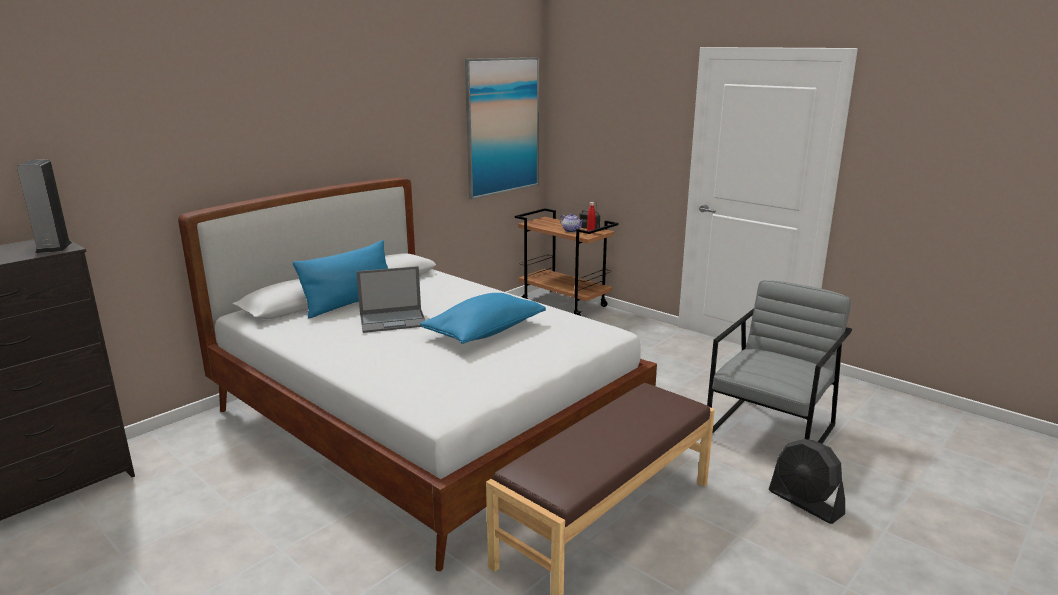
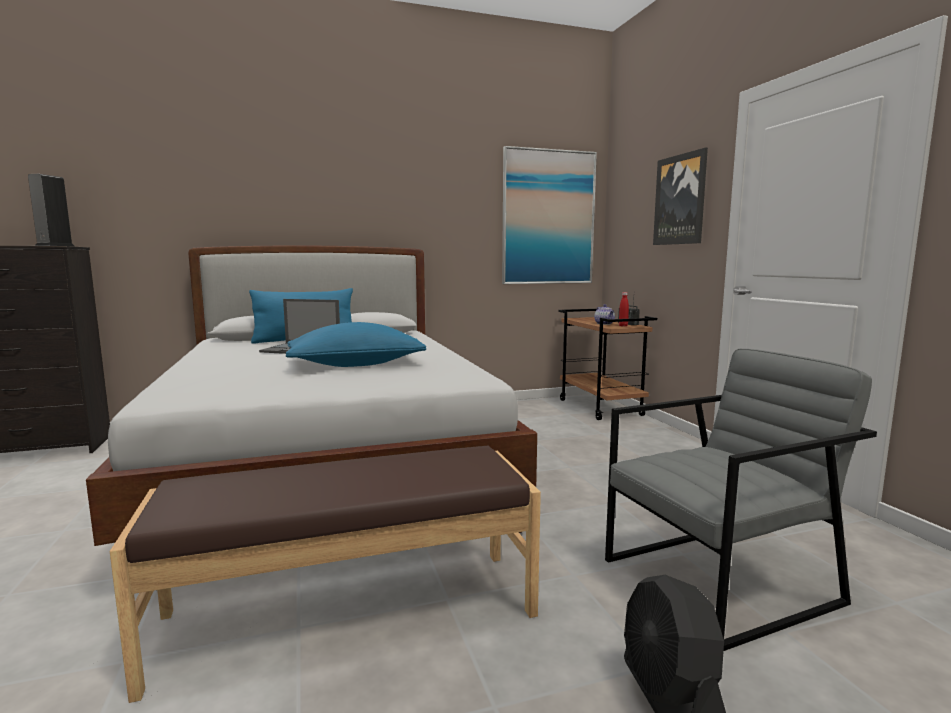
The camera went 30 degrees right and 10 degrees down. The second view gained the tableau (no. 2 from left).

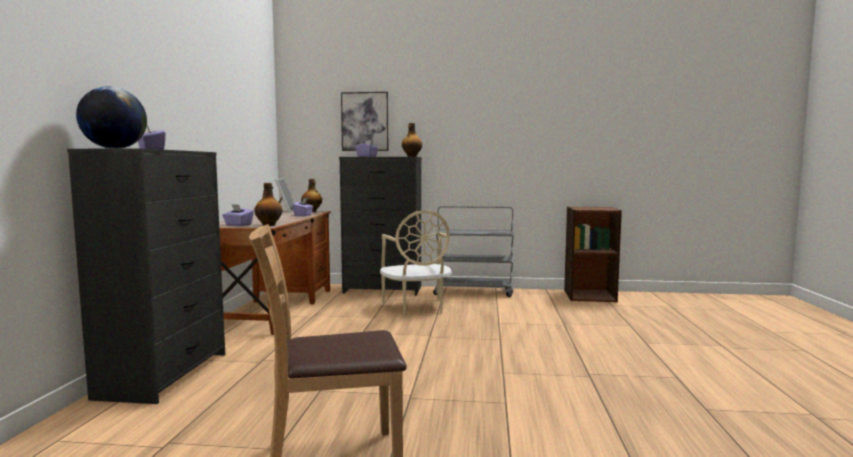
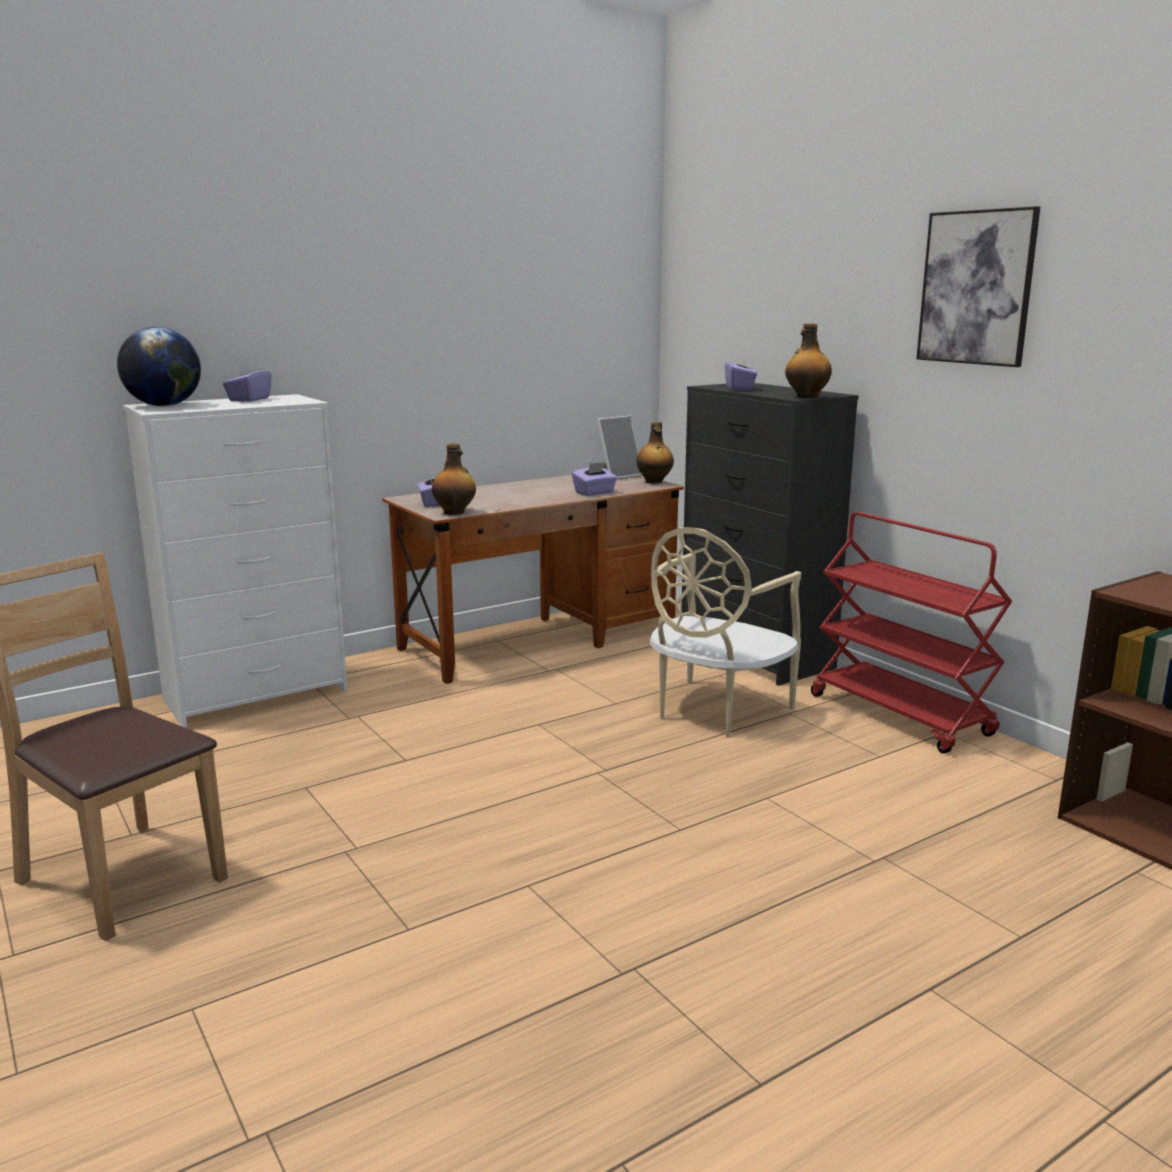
The camera went 50 degrees right and 10 degrees up. What was the commode [noir] (no. 1 from left) turned into the commode [blanc]. The tableau ended up elsewhere. What was the chariot [gris] turned into the chariot [rouge].

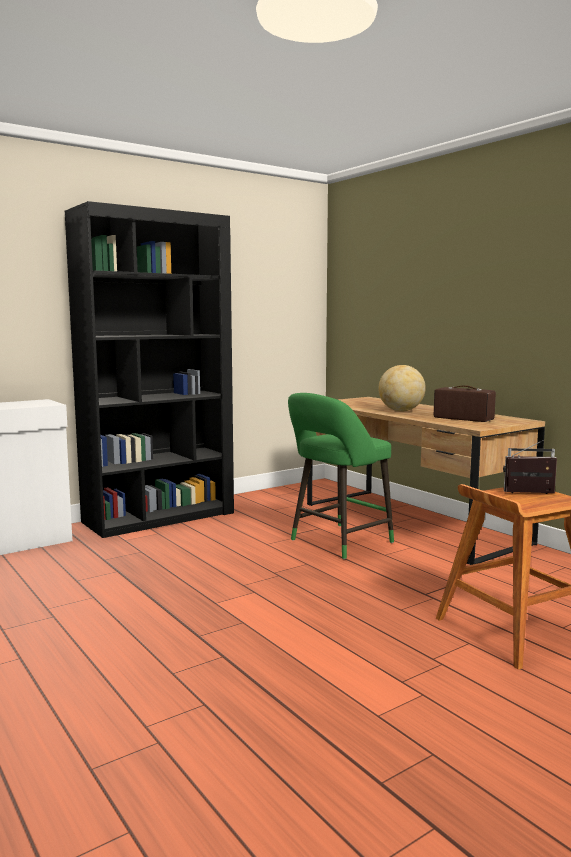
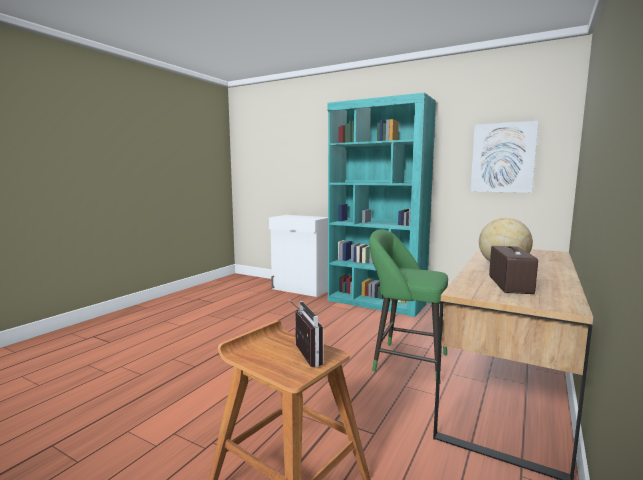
The camera went 65 degrees right and 0 degrees up. What was the bibliothèque [noir] turned into the bibliothèque [turquoise]. The second view gained the tableau.

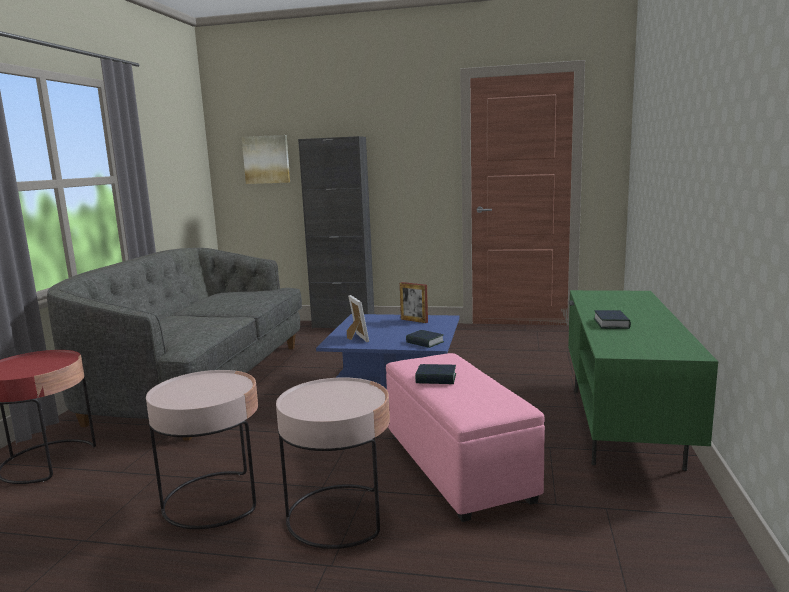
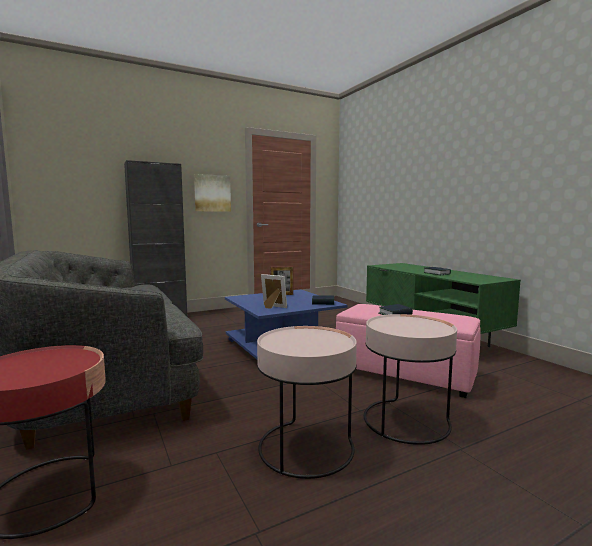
The camera went 40 degrees left and 5 degrees down. The tableau ended up elsewhere.

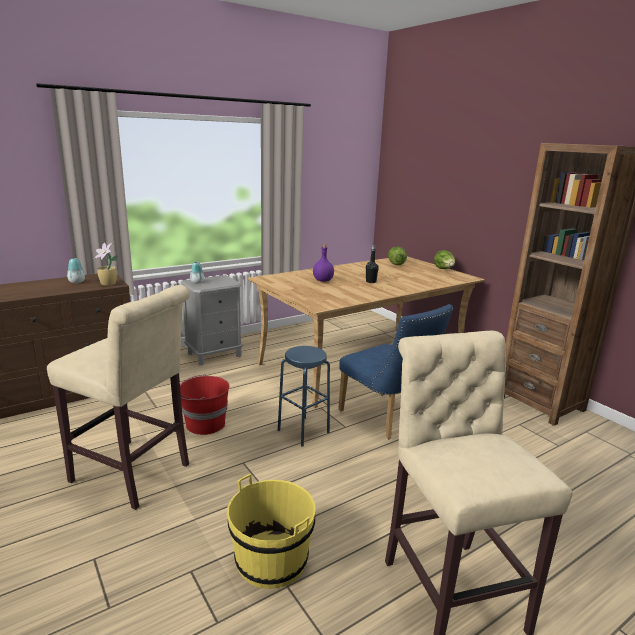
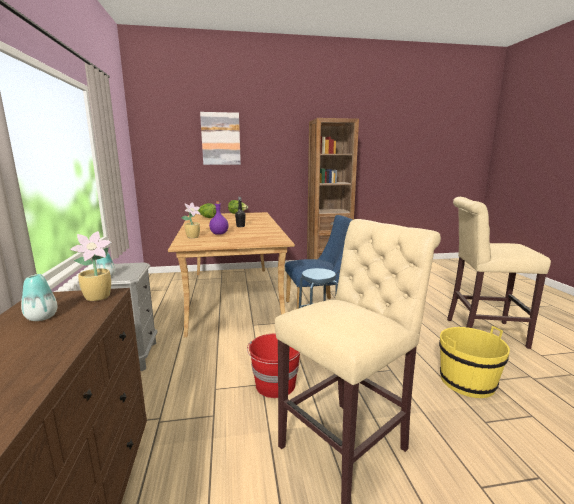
The camera went 65 degrees left and 5 degrees down. The second view gained the plante en pot (no. 2 from left). The second view gained the tableau.

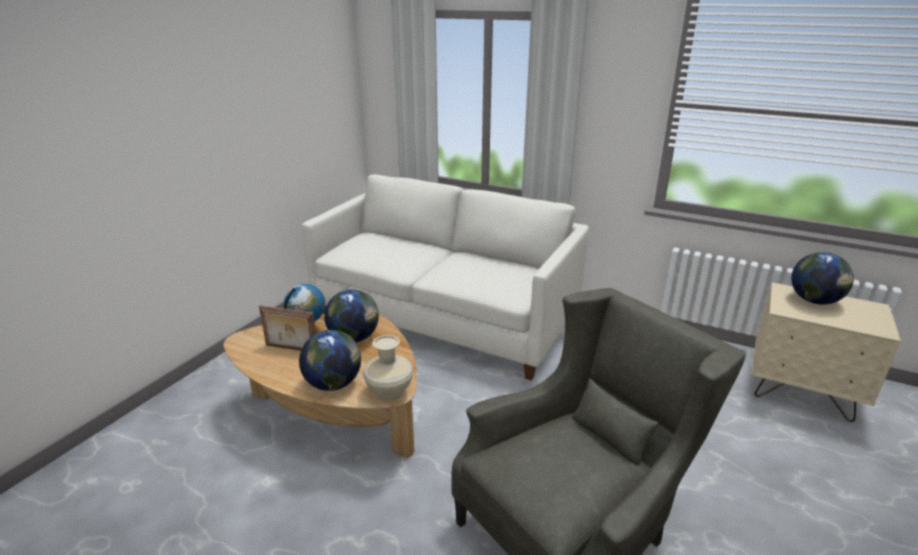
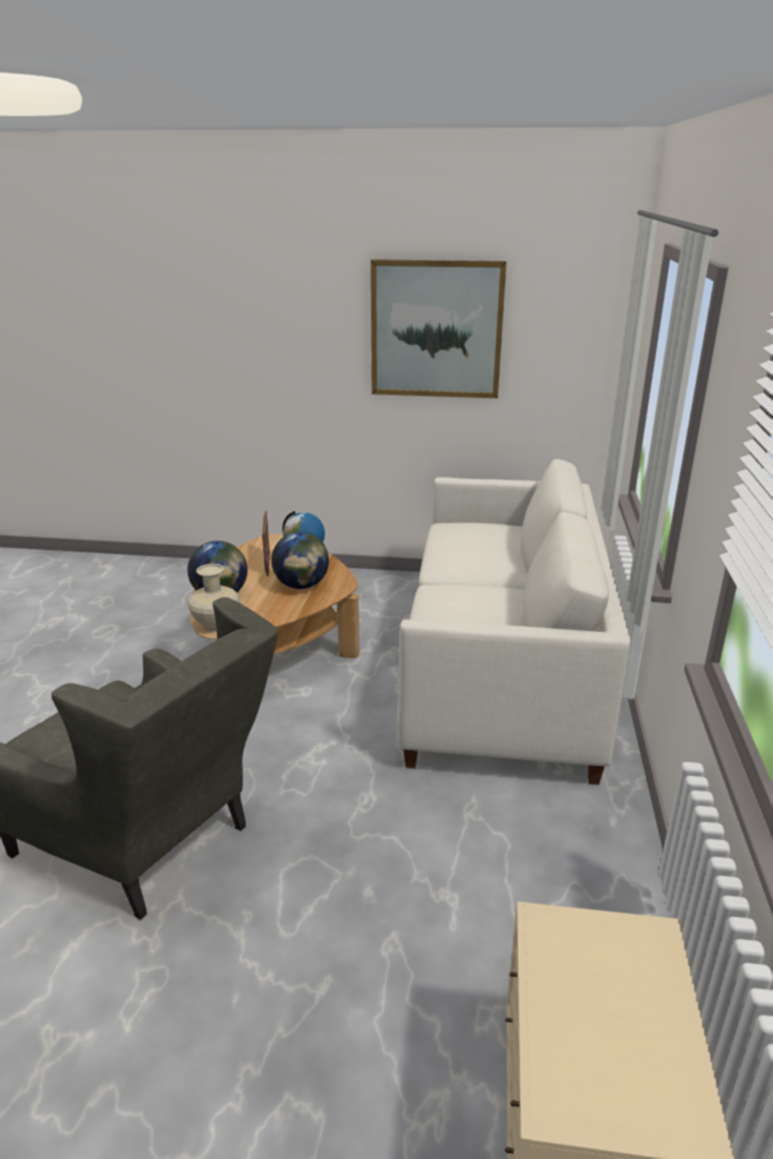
The camera went 70 degrees right and 0 degrees up. The second view lost the globe (no. 4 from left). The second view gained the tableau.

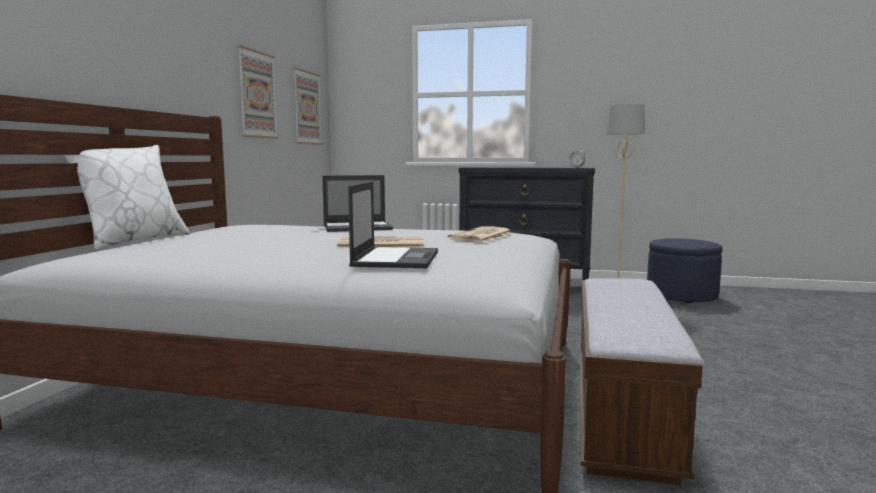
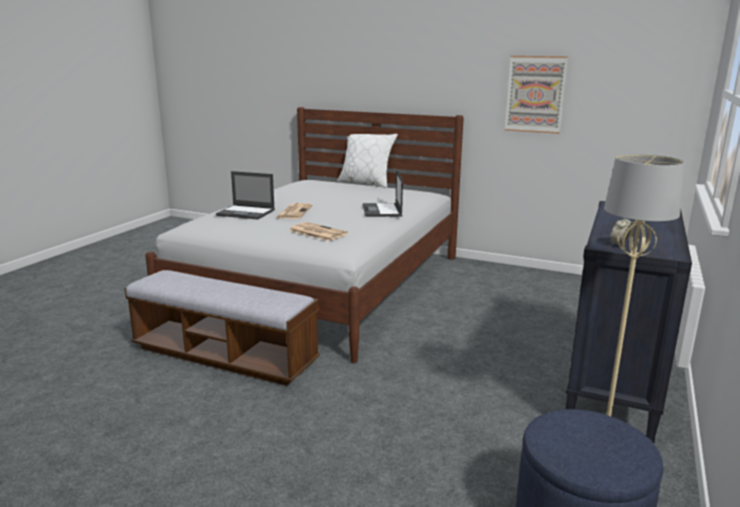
The camera went 100 degrees right and 10 degrees up. The second view lost the tableau (no. 2 from left).

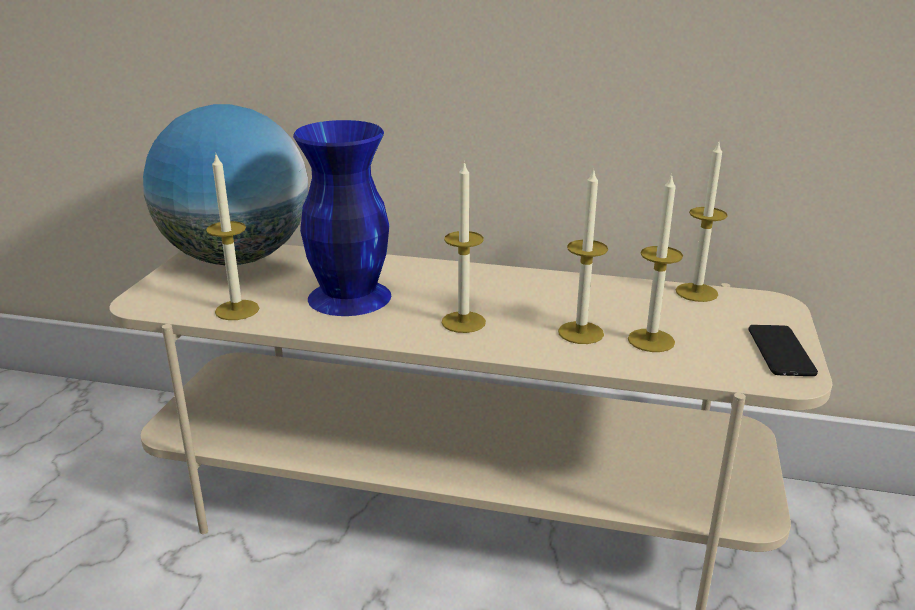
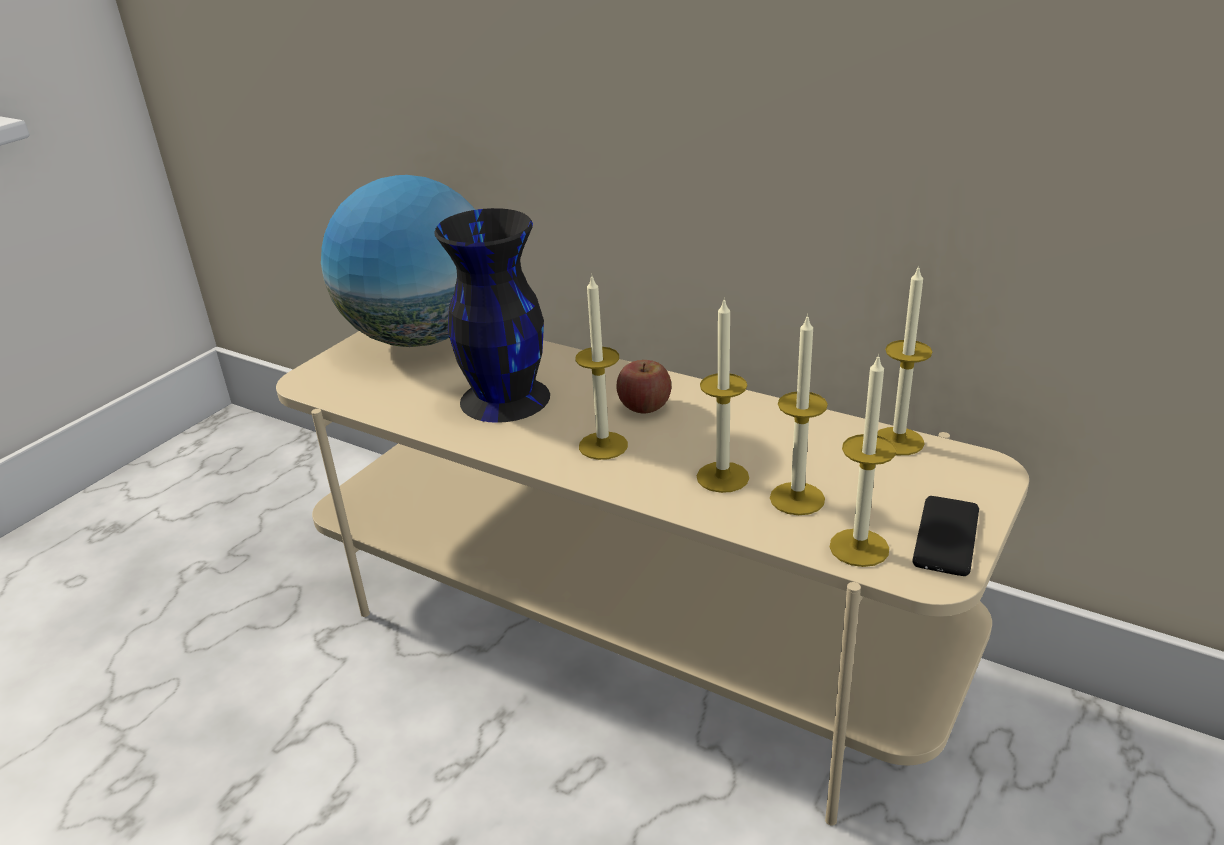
The camera went 20 degrees right and 5 degrees up. The bougie (no. 1 from left in the first image) ended up elsewhere. What was the vase [bleu] turned into the vase [noir]. The second view gained the pomme.

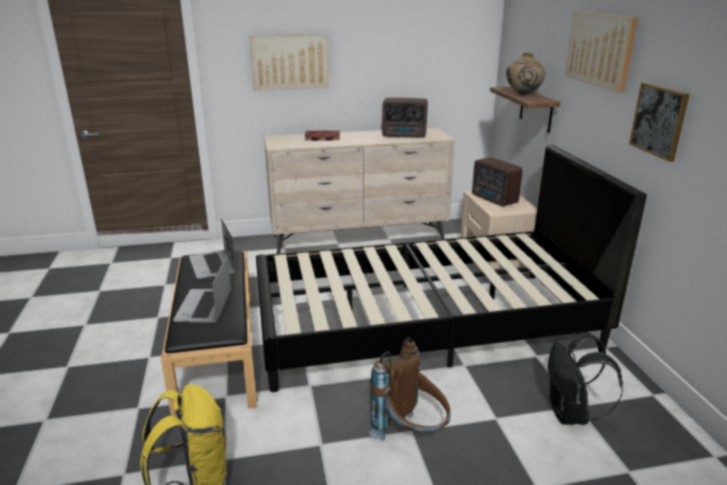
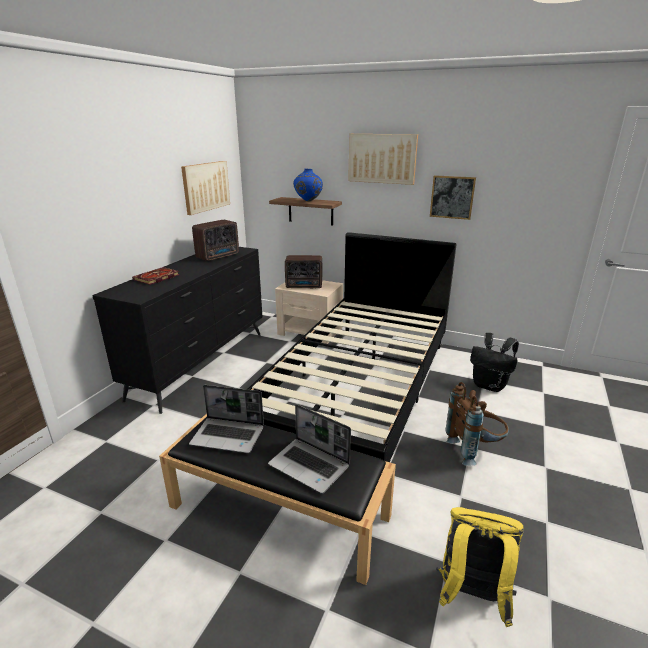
The camera went 55 degrees left and 0 degrees up. The tableau (no. 1 from left) ended up elsewhere. What was the commode [beige] turned into the commode [noir]. What was the vase [beige] turned into the vase [bleu].

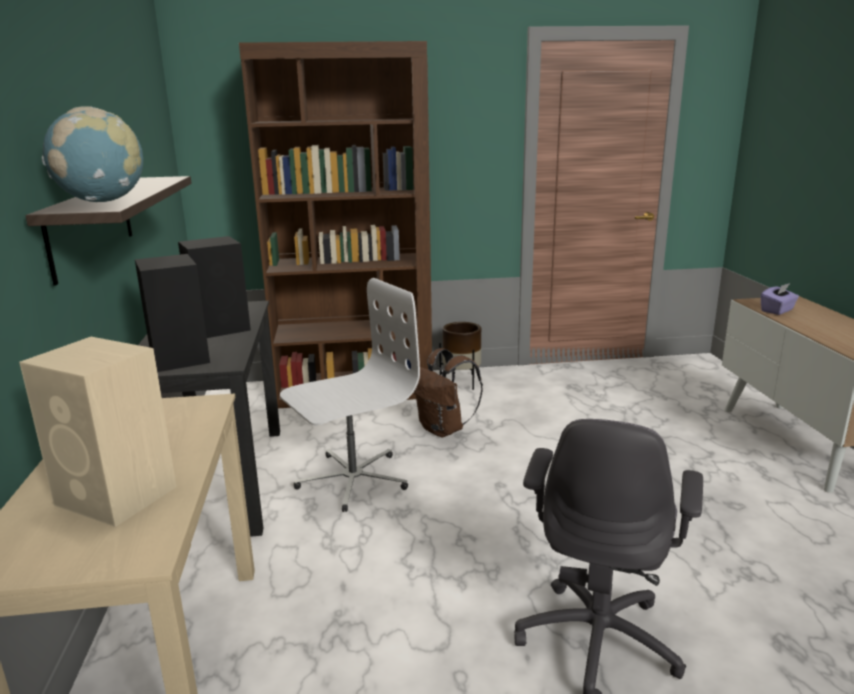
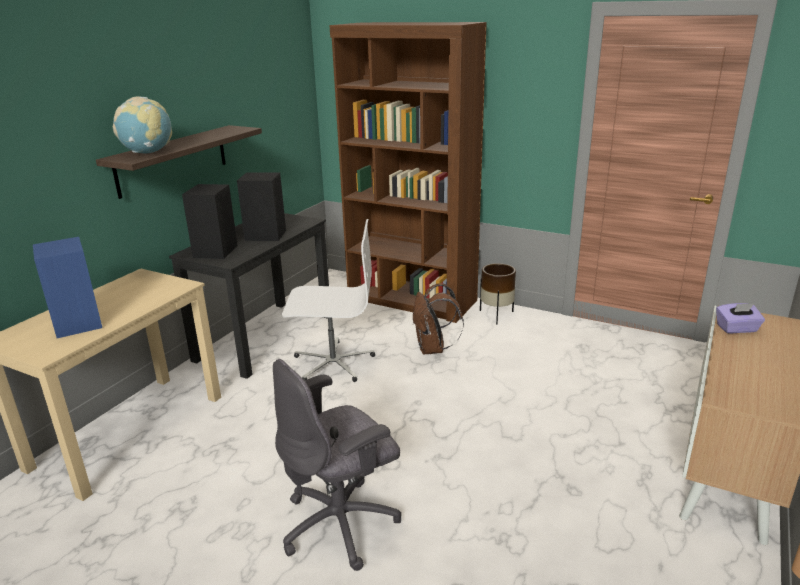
The camera went 35 degrees right and 5 degrees up. What was the enceinte [beige] turned into the enceinte [bleu].

